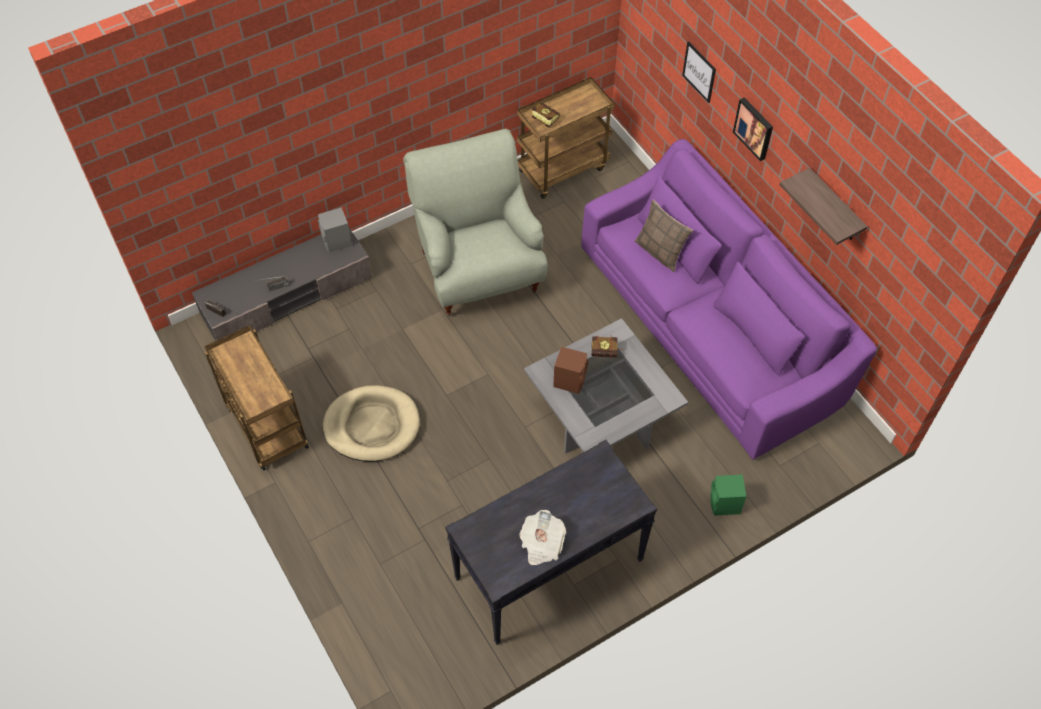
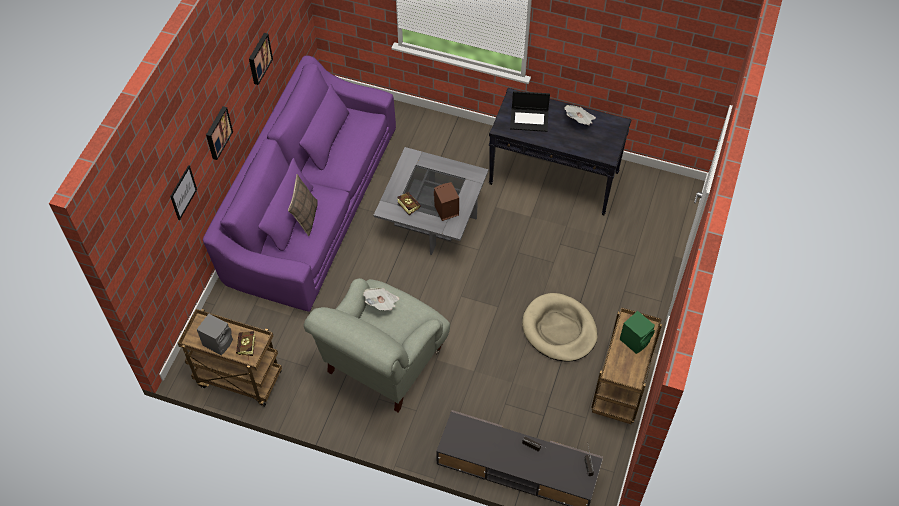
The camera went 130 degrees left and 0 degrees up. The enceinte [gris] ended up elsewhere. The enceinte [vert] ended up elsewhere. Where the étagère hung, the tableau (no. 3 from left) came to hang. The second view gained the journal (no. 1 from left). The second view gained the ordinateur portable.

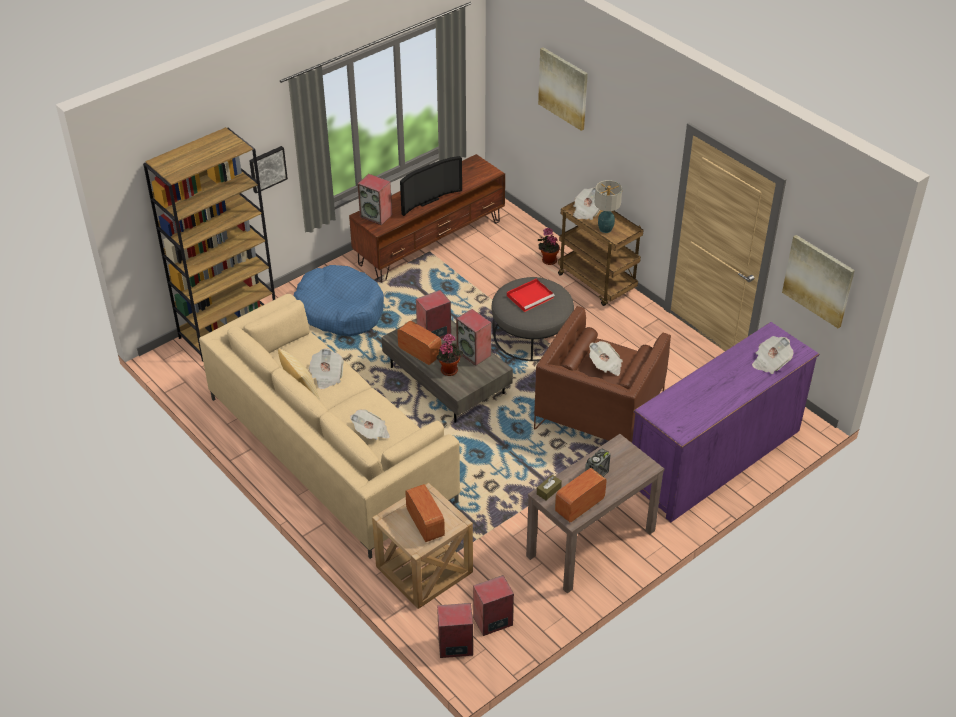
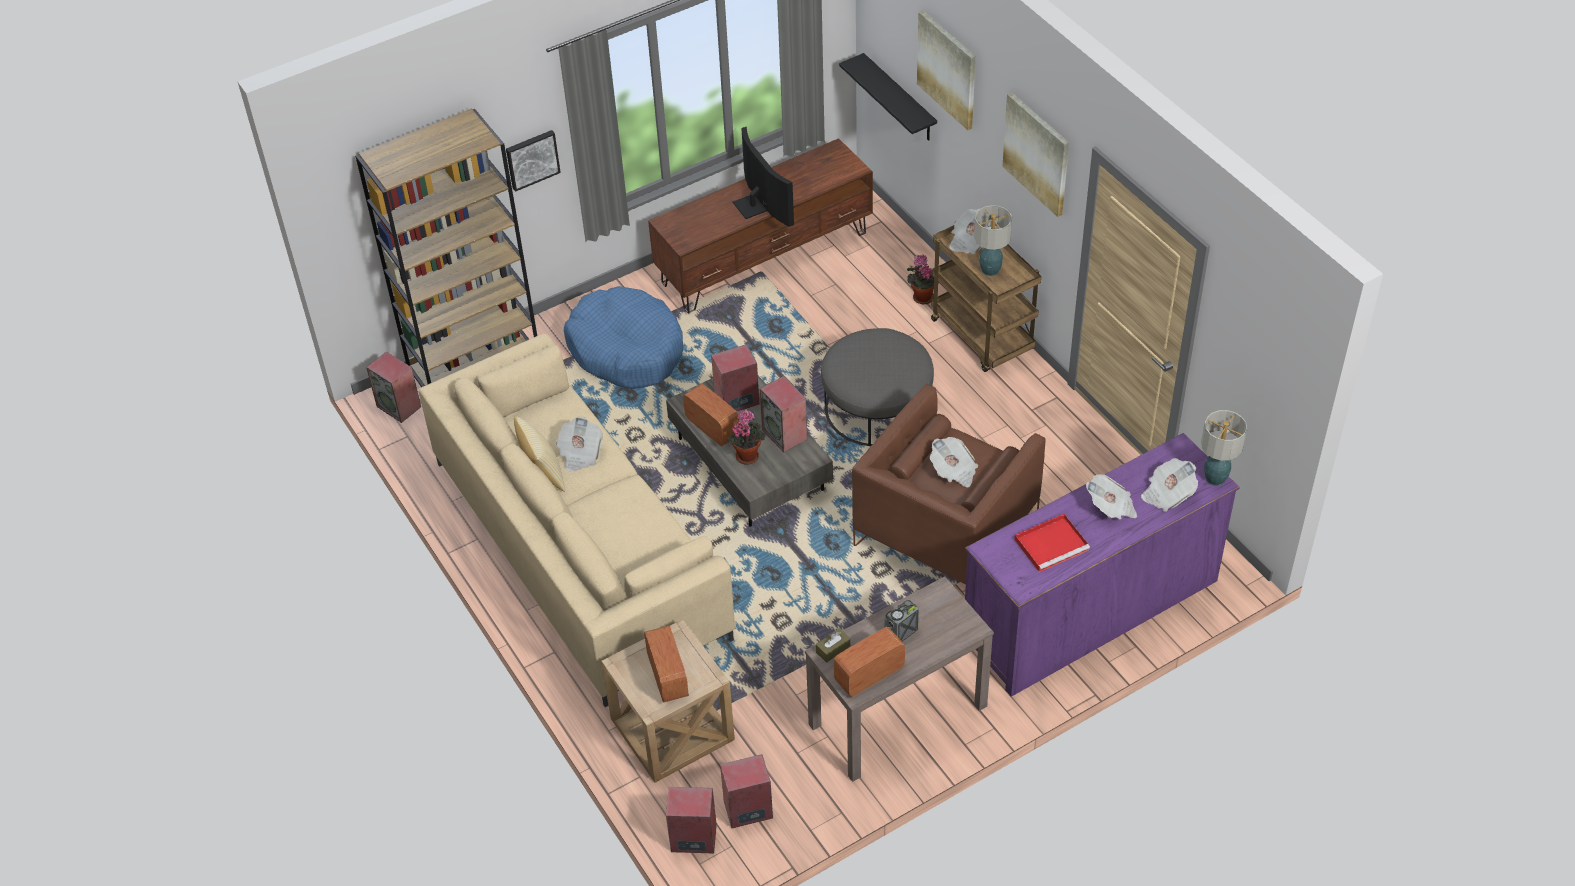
The camera went 10 degrees right and 5 degrees up. The journal (no. 2 from left in the first image) ended up elsewhere. The enceinte (no. 1 from left) ended up elsewhere. The téléviseur ended up facing another way, 90 degrees counterclockwise from before. The plateau [rouge] ended up elsewhere. The tableau (no. 3 from left) ended up elsewhere. The second view gained the étagère [noir]. The second view gained the lampe de table (no. 2 from left).

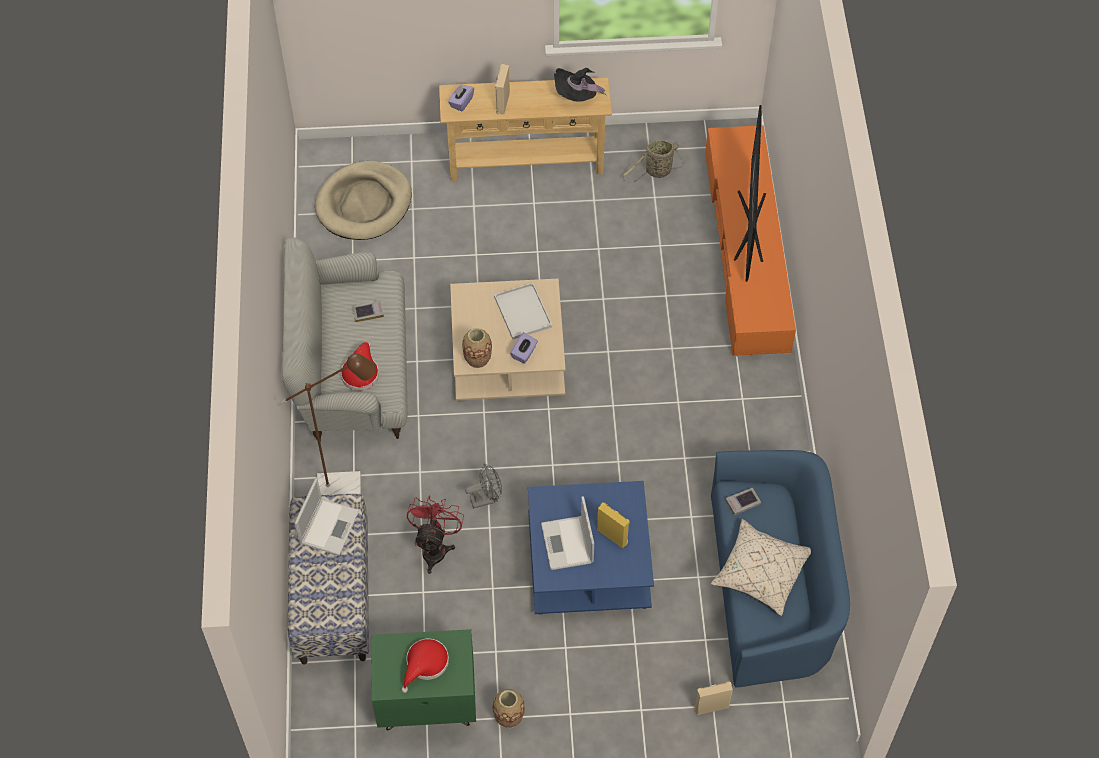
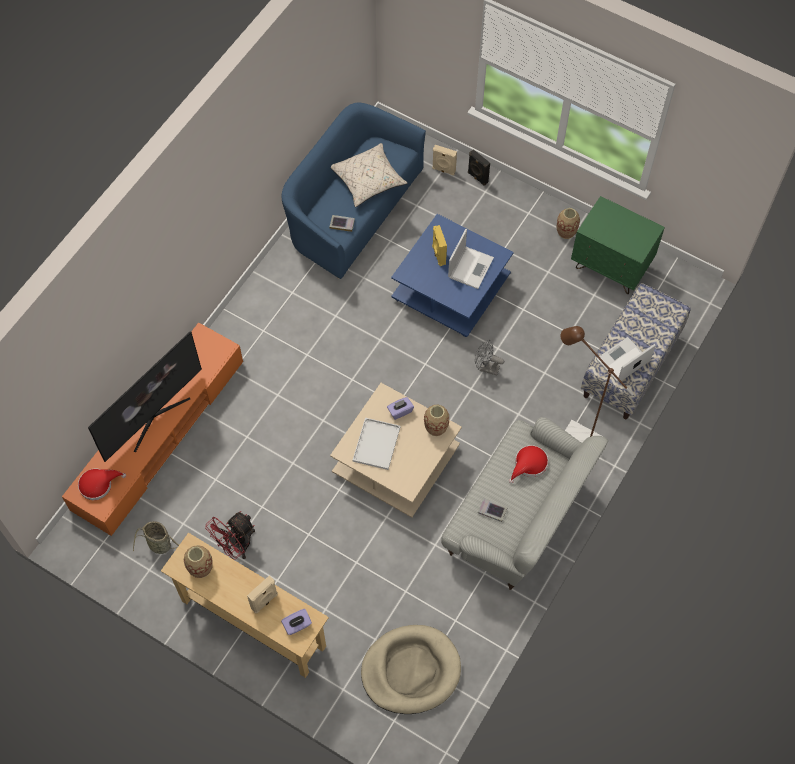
The camera went 145 degrees left and 5 degrees up. The chapeau [rouge] (no. 2 from left in the first image) ended up elsewhere. The ventilateur [rouge] ended up elsewhere. Where the chapeau [noir] stood, the vase (no. 1 from left) came to stand. The second view gained the enceinte [noir].

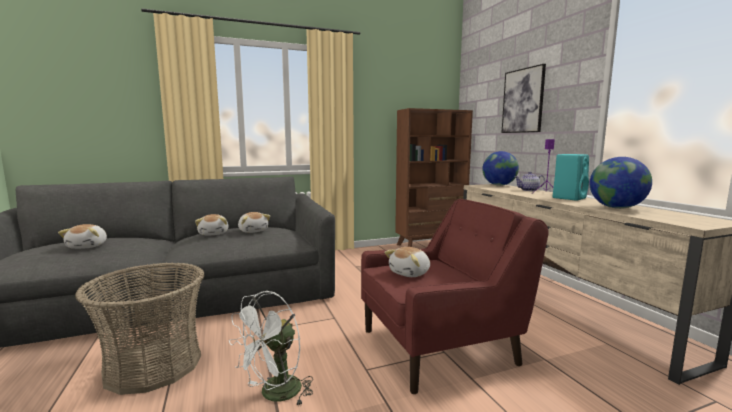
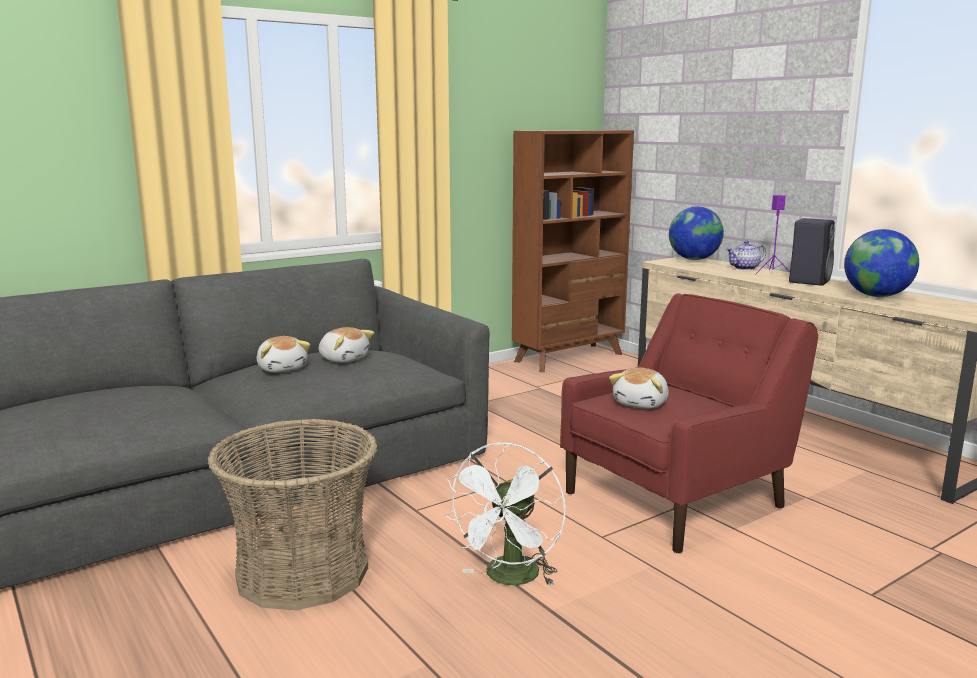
The camera went 15 degrees left and 5 degrees up. The second view lost the peluche (no. 1 from left). The second view lost the tableau. What was the enceinte [turquoise] turned into the enceinte [noir].

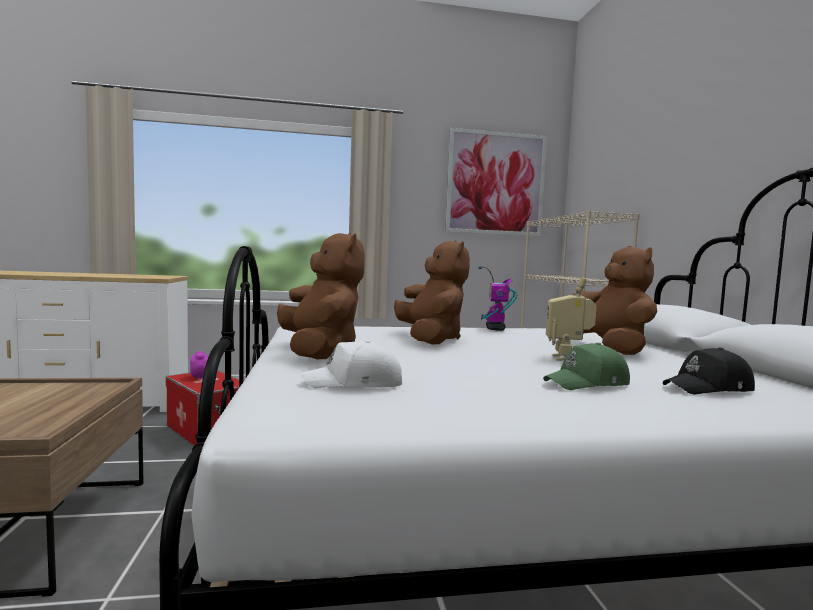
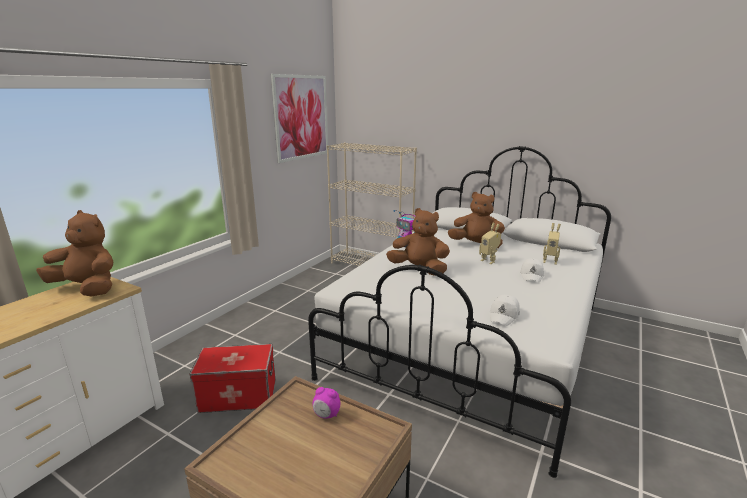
The camera went 50 degrees left and 15 degrees up. The réveil ended up elsewhere. The peluche [marron] (no. 1 from left) ended up elsewhere. What was the casquette [vert] turned into the casquette [blanc] (no. 2 from left). Where the casquette [noir] stood, the robot jouet (no. 3 from left) came to stand.

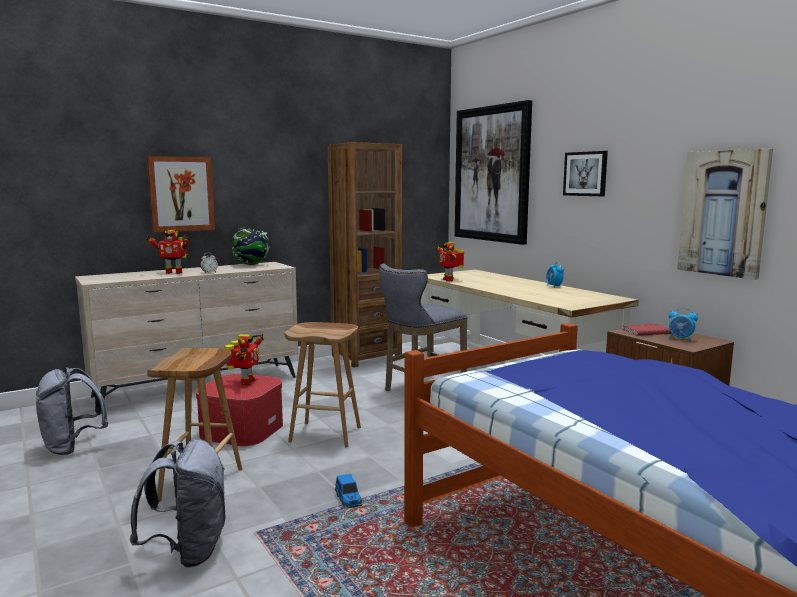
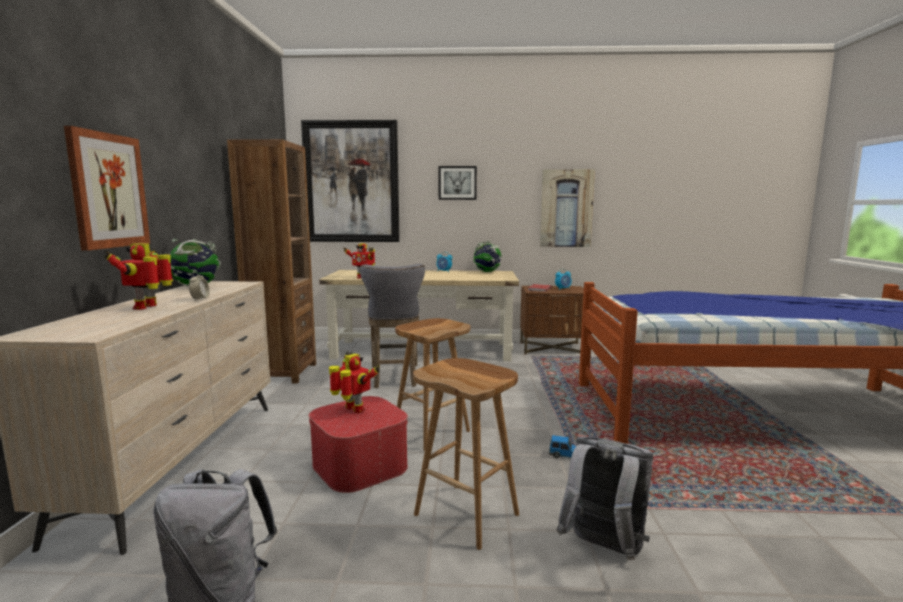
The camera went 55 degrees left and 0 degrees up. The robot jouet (no. 1 from left) ended up facing another way, 150 degrees clockwise from before. The second view gained the globe (no. 2 from left).

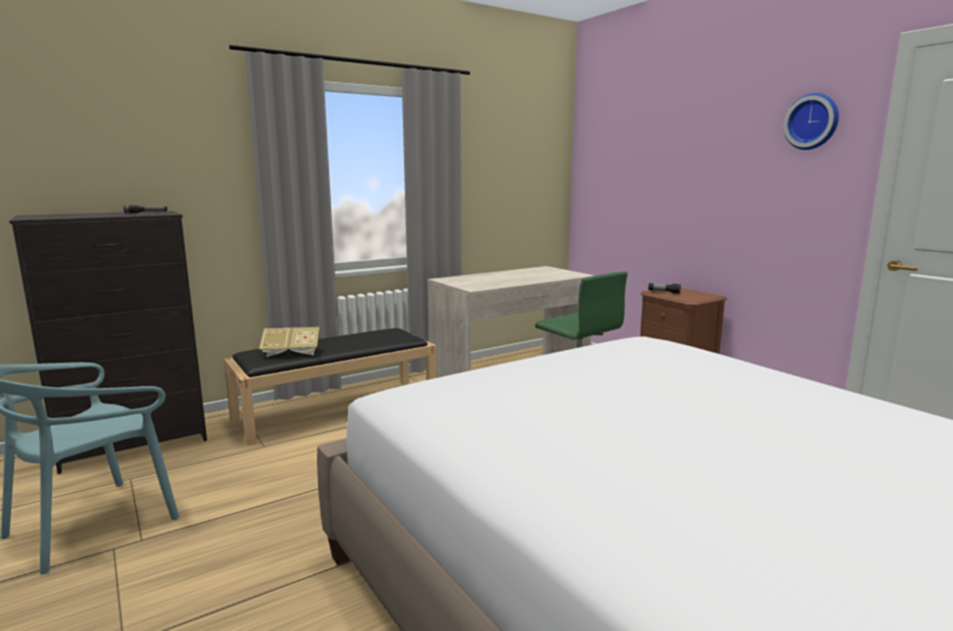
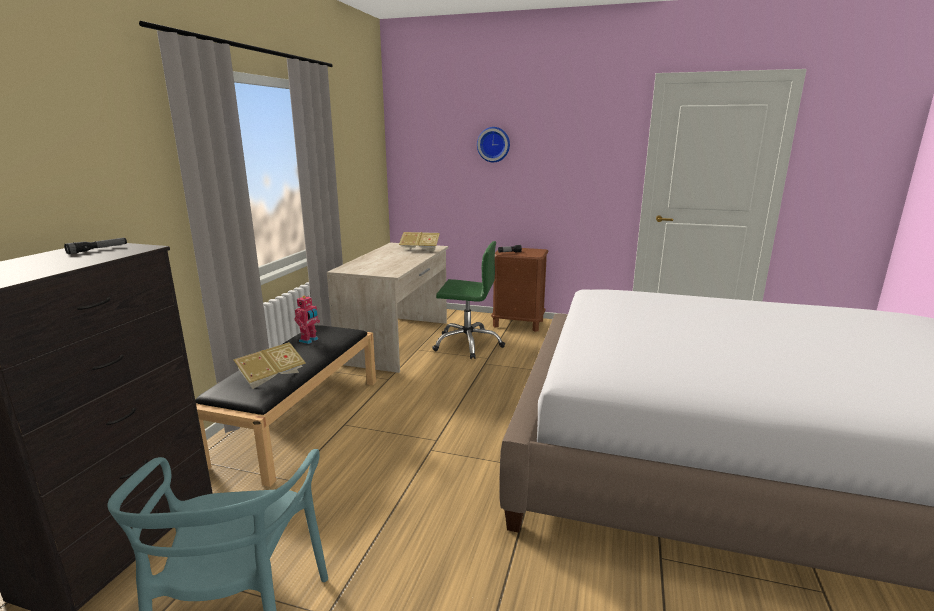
The camera went 40 degrees left and 5 degrees up. The horloge murale ended up elsewhere. The second view gained the robot jouet. The second view gained the livre (no. 2 from left).

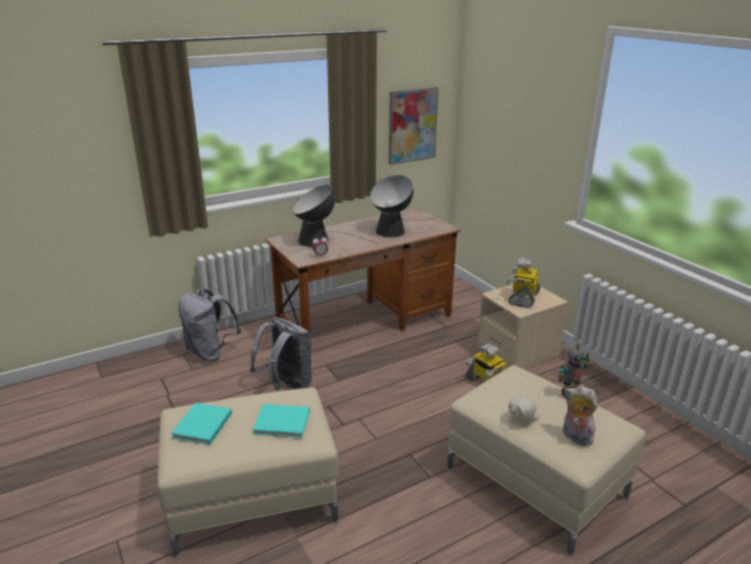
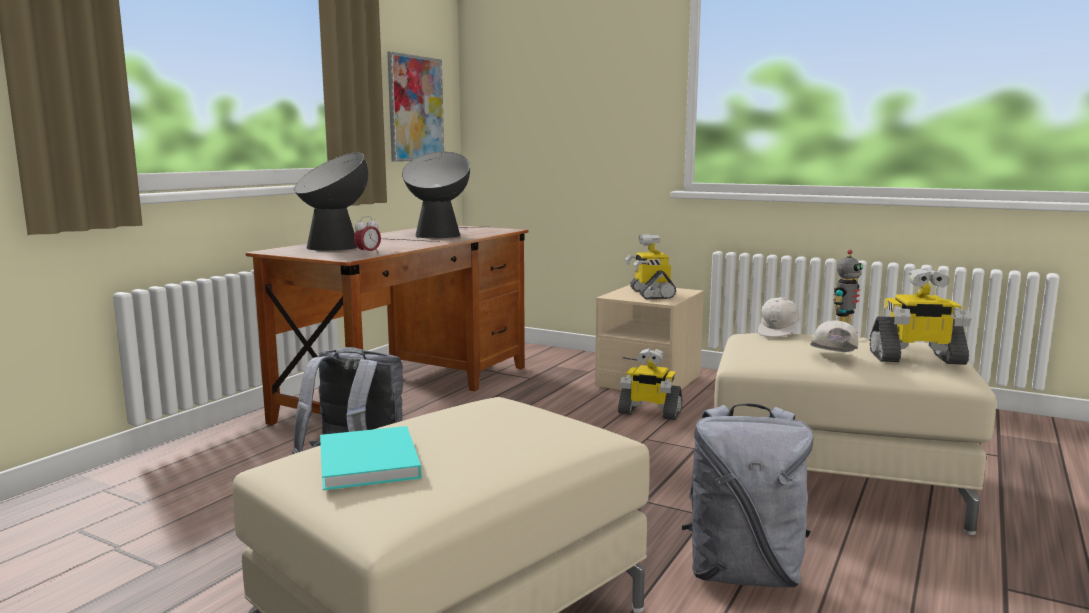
The camera went 30 degrees left and 15 degrees down. The sac à dos [gris] (no. 1 from left in the first image) ended up elsewhere. The second view lost the livre [turquoise] (no. 2 from left). Where the peluche stood, the robot jouet (no. 4 from left) came to stand. The second view gained the casquette [blanc] (no. 1 from left).

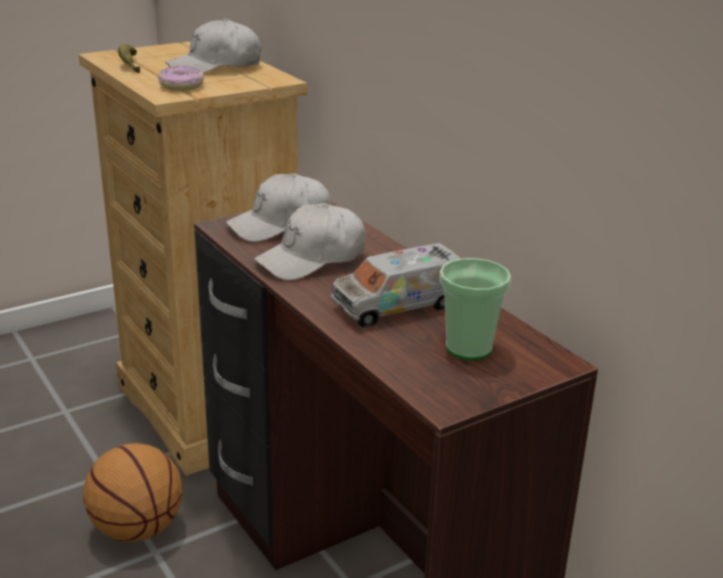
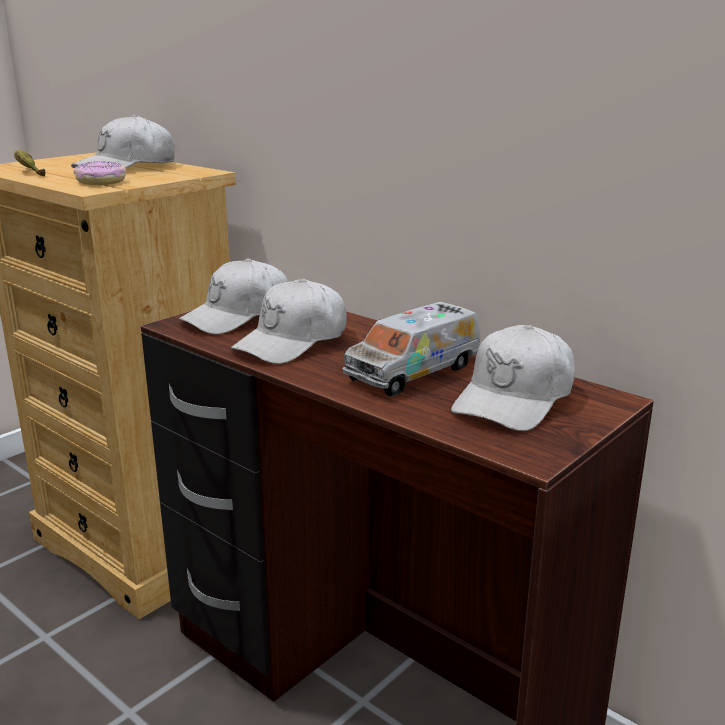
The camera went 15 degrees left and 5 degrees down. The second view lost the ballon de basket. Where the tasse stood, the casquette [blanc] (no. 4 from left) came to stand.

